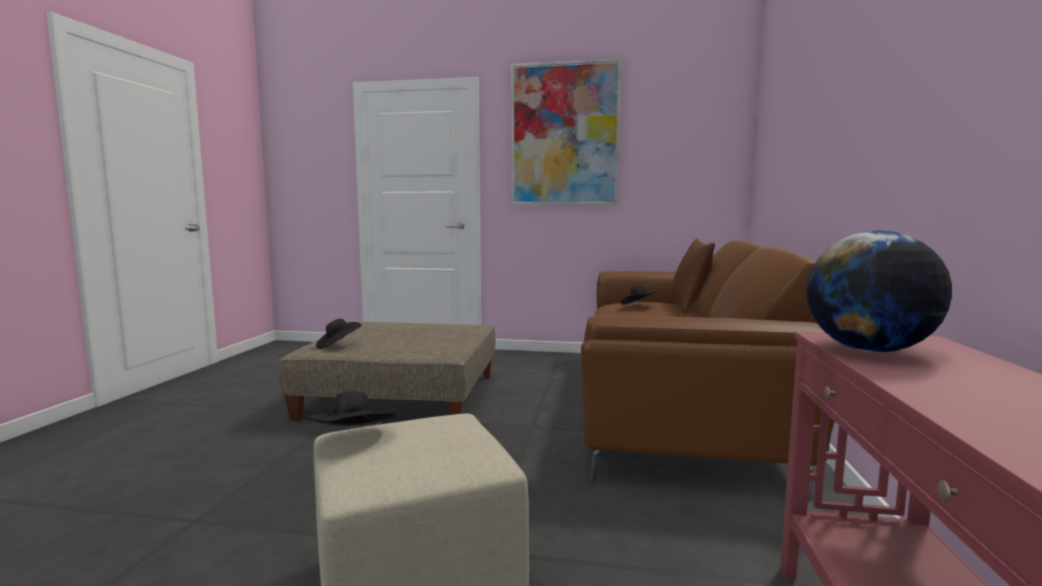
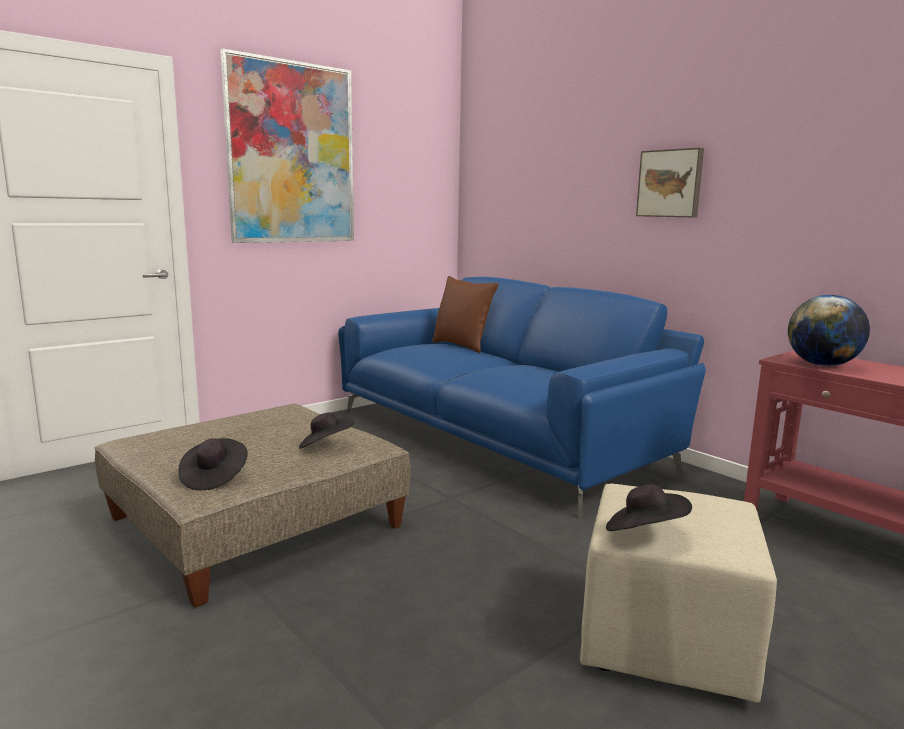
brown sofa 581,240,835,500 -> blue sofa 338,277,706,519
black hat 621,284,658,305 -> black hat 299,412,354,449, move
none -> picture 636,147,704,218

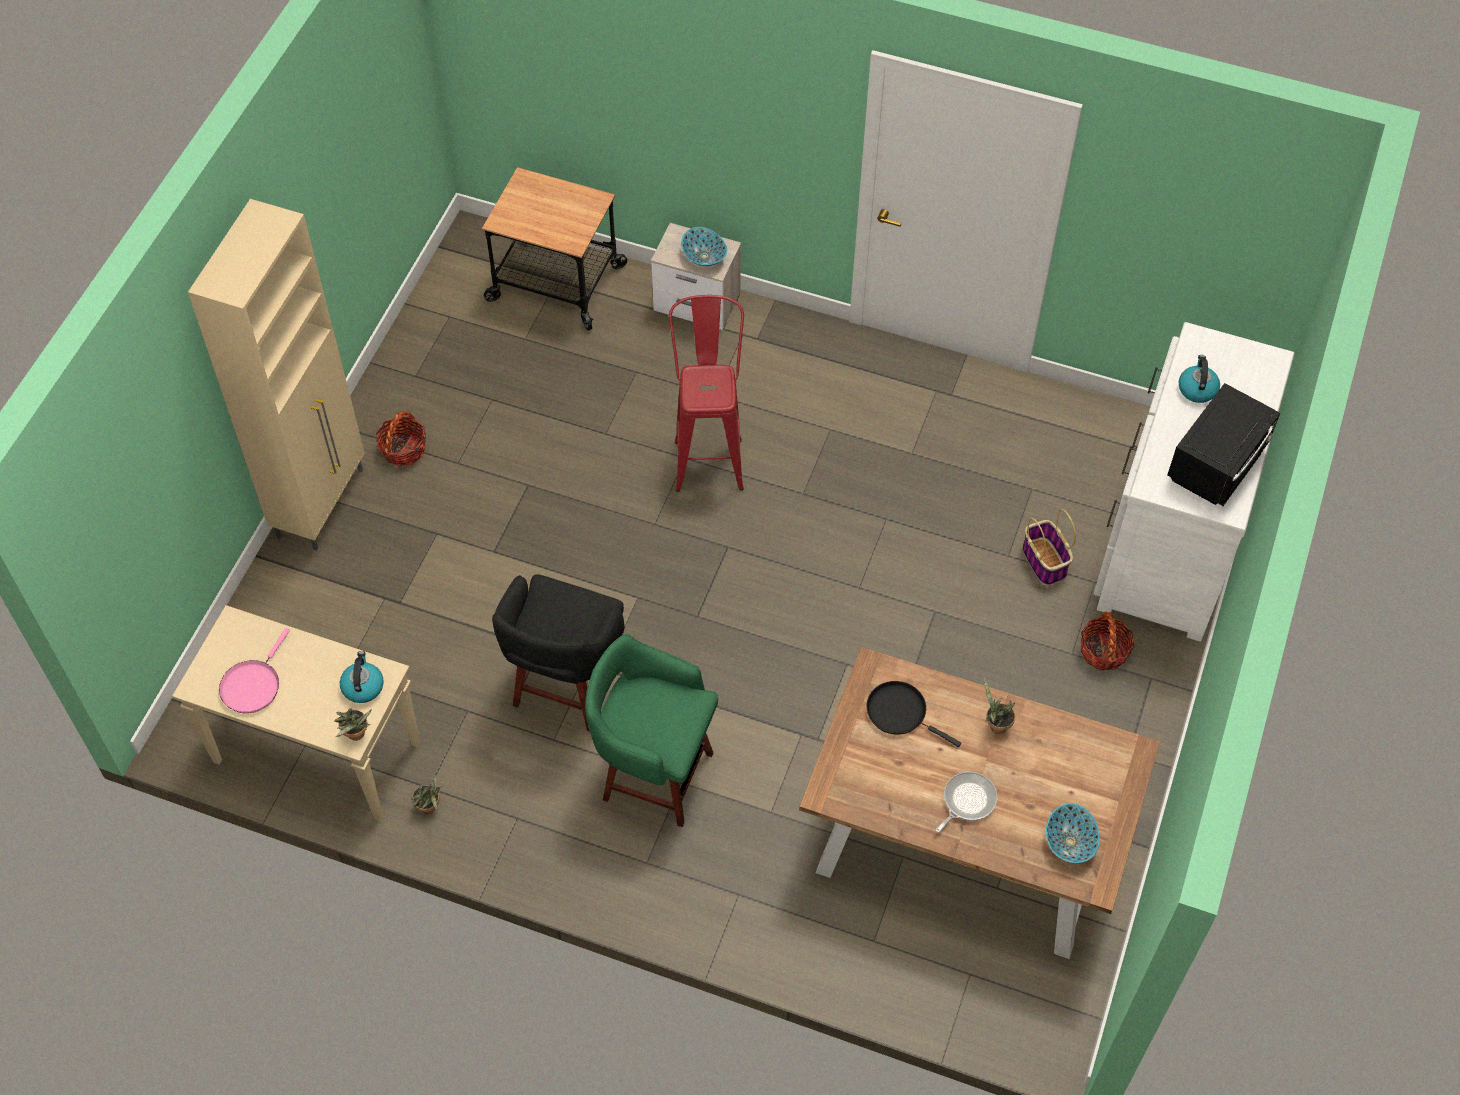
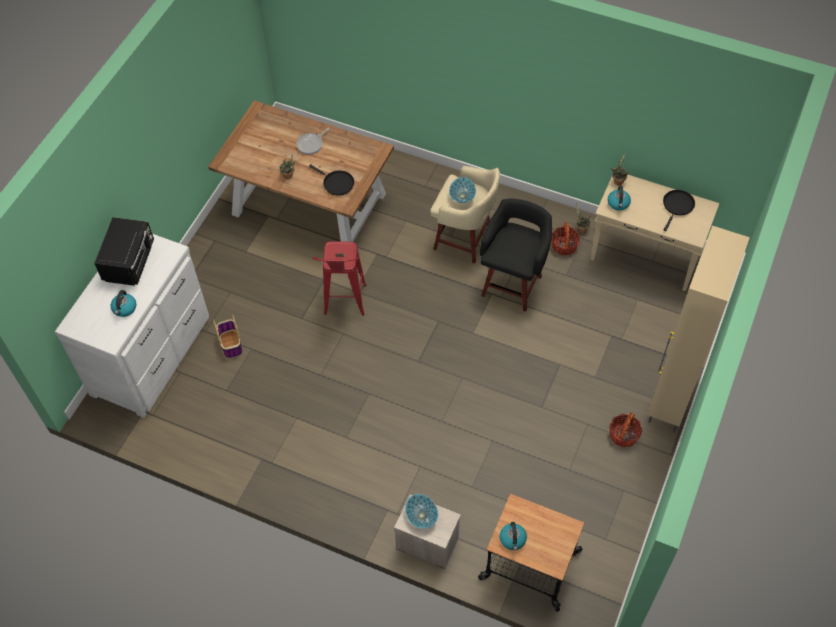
red stool 669,295,744,492 -> red stool 312,241,366,316, move
black microwave 1167,383,1280,506 -> black microwave 94,217,154,286, 150 degrees clockwise
basket 1081,611,1134,670 -> basket 551,222,580,255, move
pink frying pan 219,628,290,713 -> black frying pan 663,190,695,231
green stool 585,634,718,827 -> beige stool 430,166,500,264
bowl 1046,803,1100,863 -> bowl 449,177,476,203, move
none -> kettle 500,522,527,550

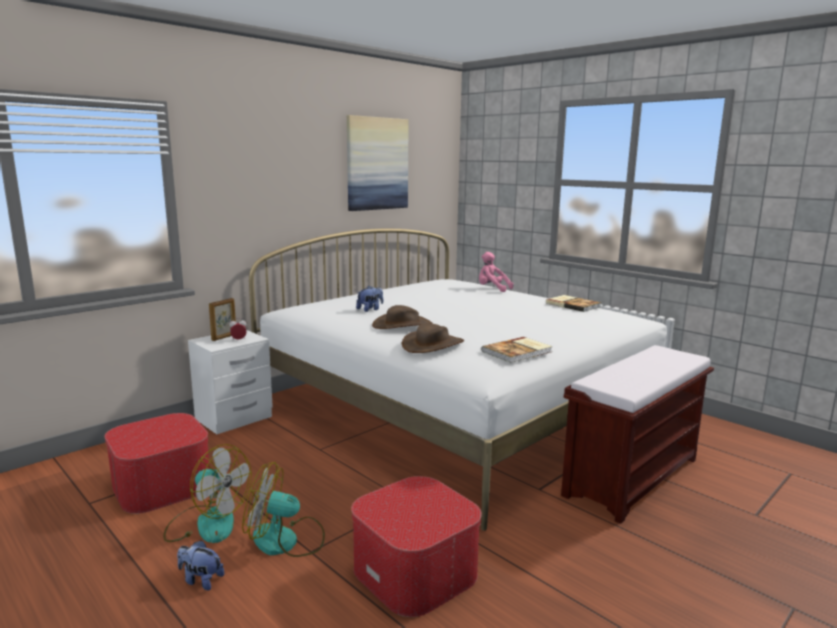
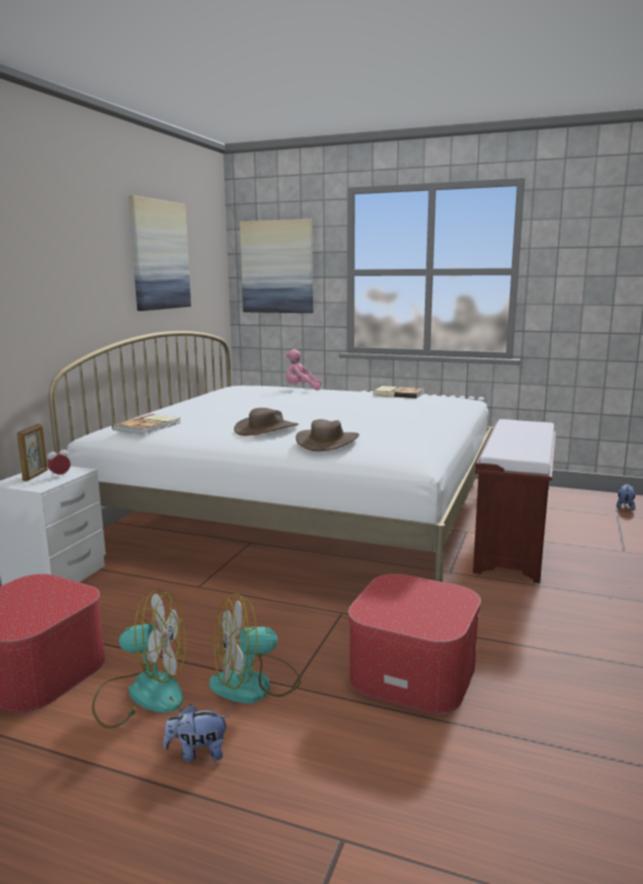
plush toy 356,286,383,312 -> plush toy 616,484,635,511, move
book 481,337,553,363 -> book 112,414,181,435, move
none -> picture 240,219,313,313

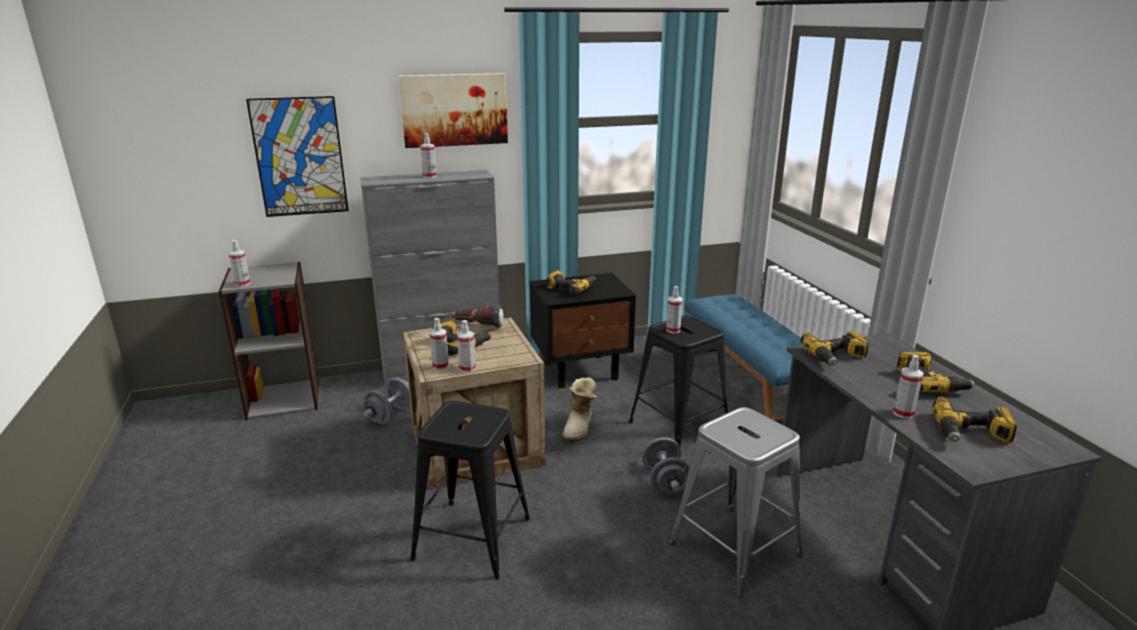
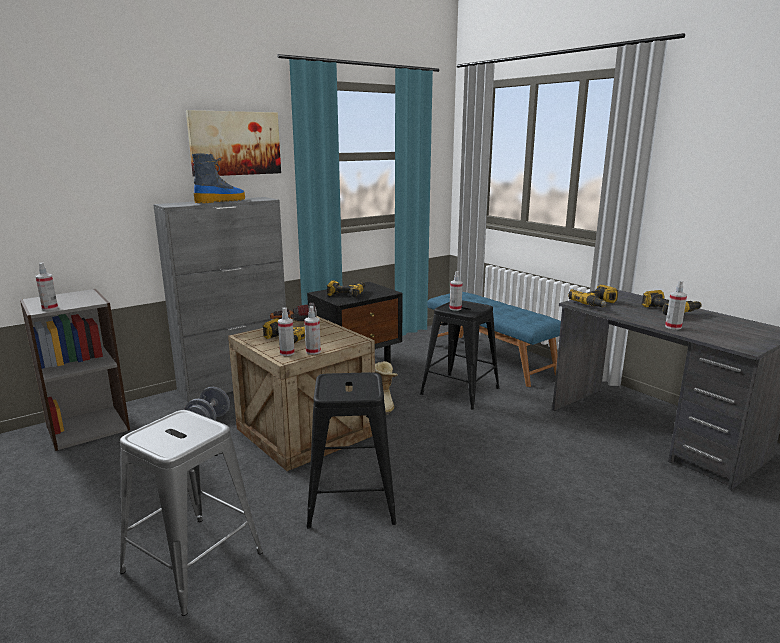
picture 246,96,349,217 -> none
spray bottle 421,133,437,178 -> boot 192,153,245,203
power drill 932,397,1017,443 -> none
grey stool 670,407,802,598 -> grey stool 120,410,263,616, move
grey dumbbell 642,437,689,494 -> none

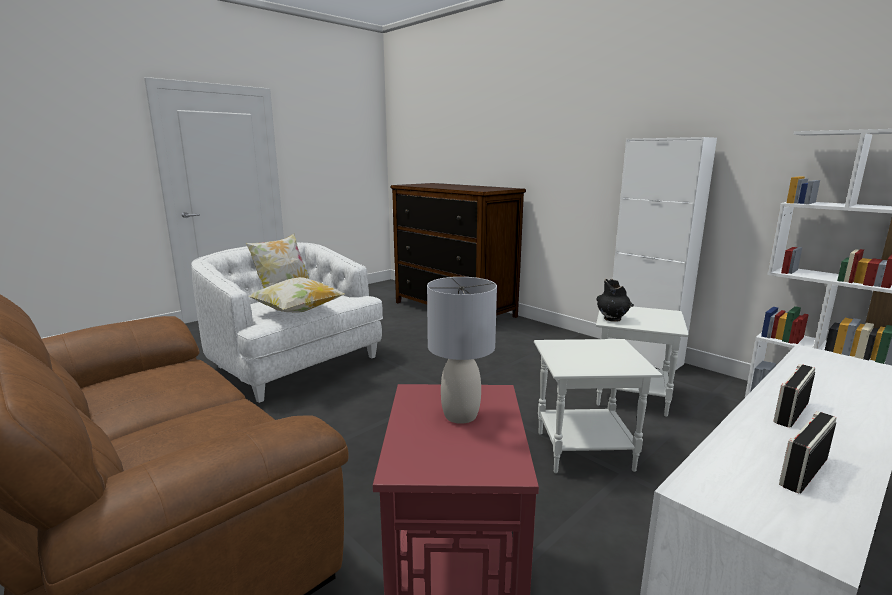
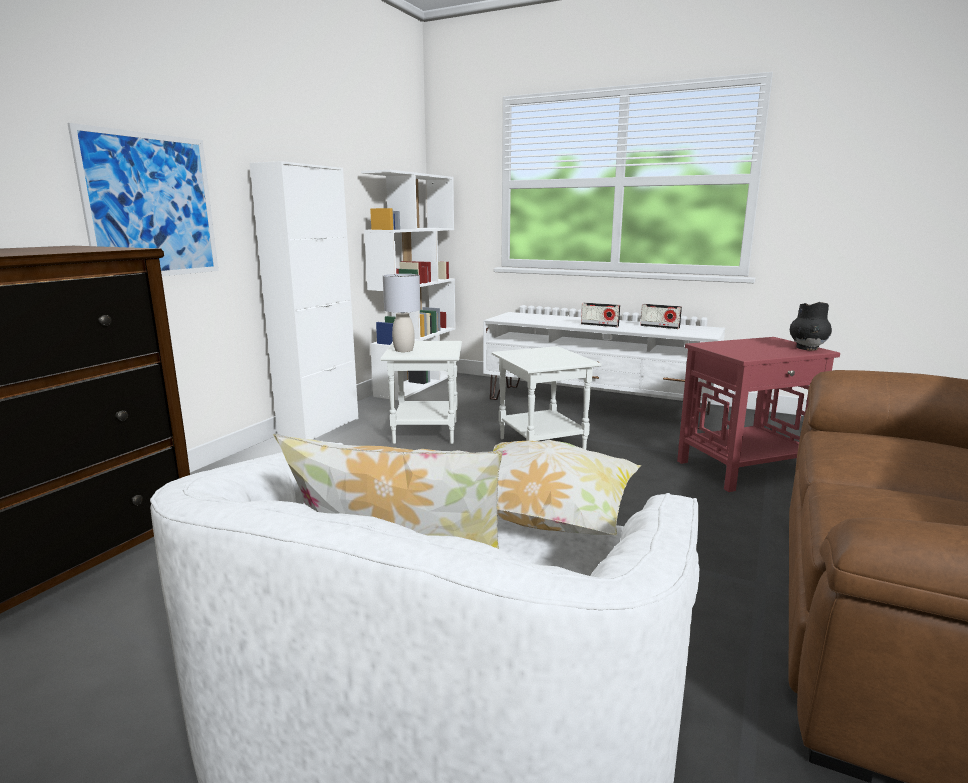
grey table lamp 427,277,497,424 -> grey table lamp 383,274,421,352, move
black vase 596,278,634,322 -> black vase 790,302,832,351, move
none -> picture 67,123,218,276

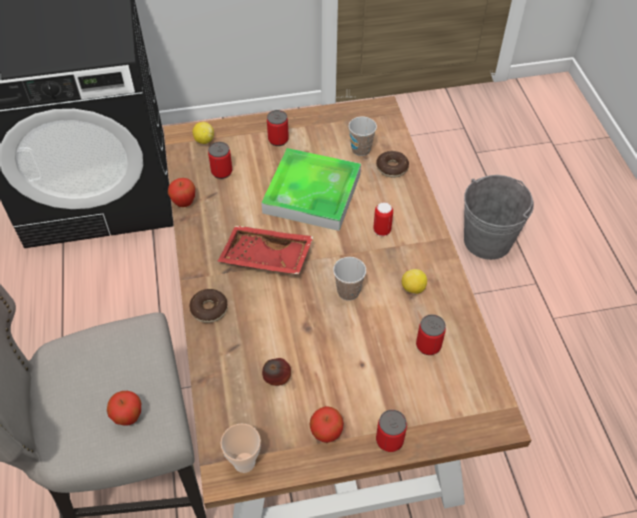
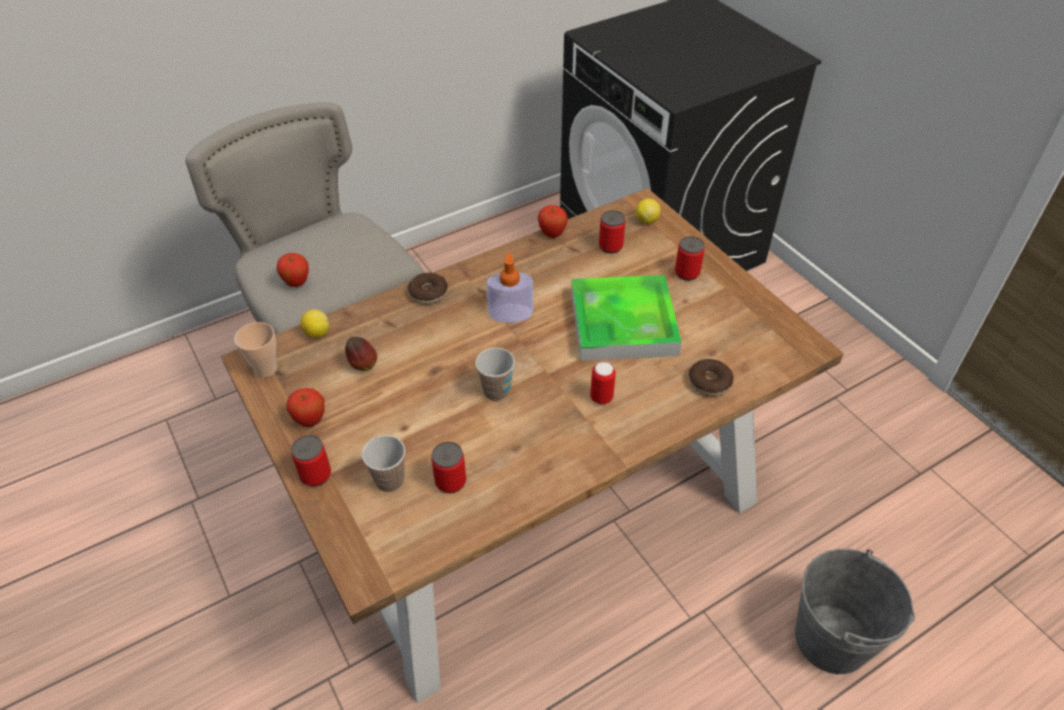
cup 349,117,377,156 -> cup 362,435,405,492, move
red tray 218,226,314,275 -> soap dispenser 487,253,533,323
lemon 402,269,427,294 -> lemon 301,309,330,338, move

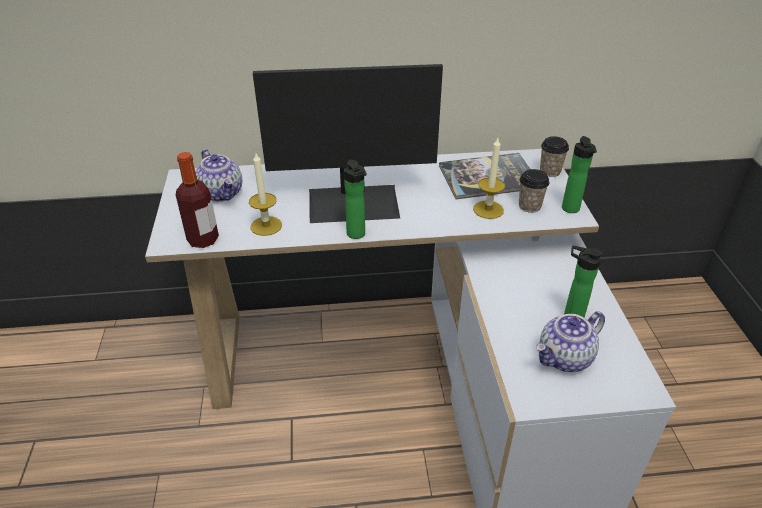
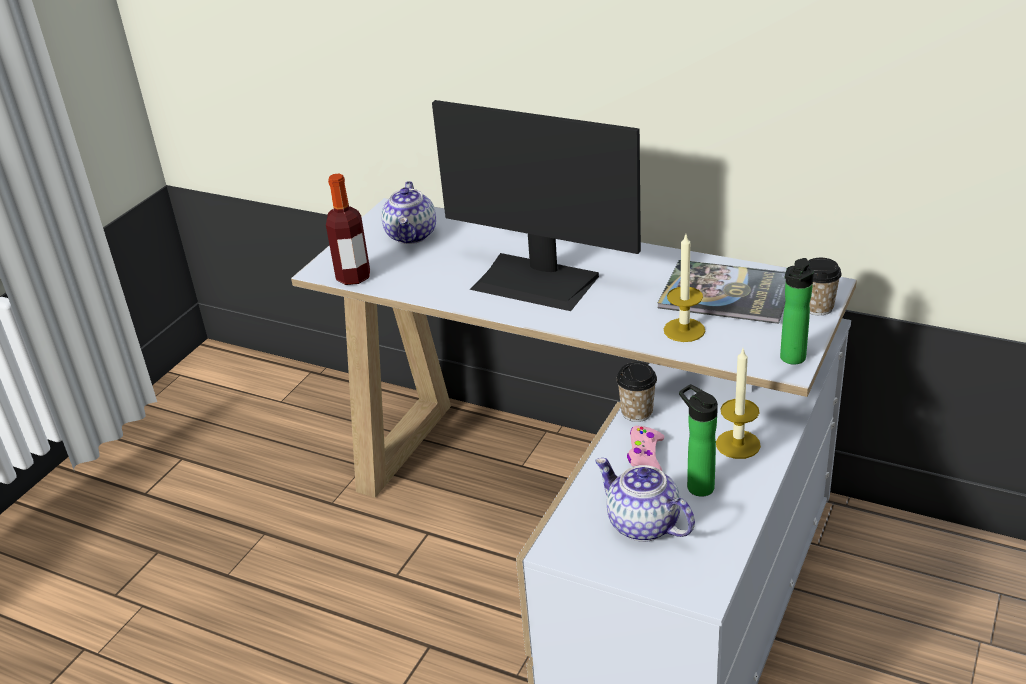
candle 249,153,282,236 -> candle 716,349,761,459, move
bottle 344,159,367,239 -> none
cup 519,169,549,213 -> cup 616,362,657,422, move
teapot 536,311,605,372 -> teapot 595,458,695,542, 45 degrees clockwise
none -> pink game controller 627,426,664,471

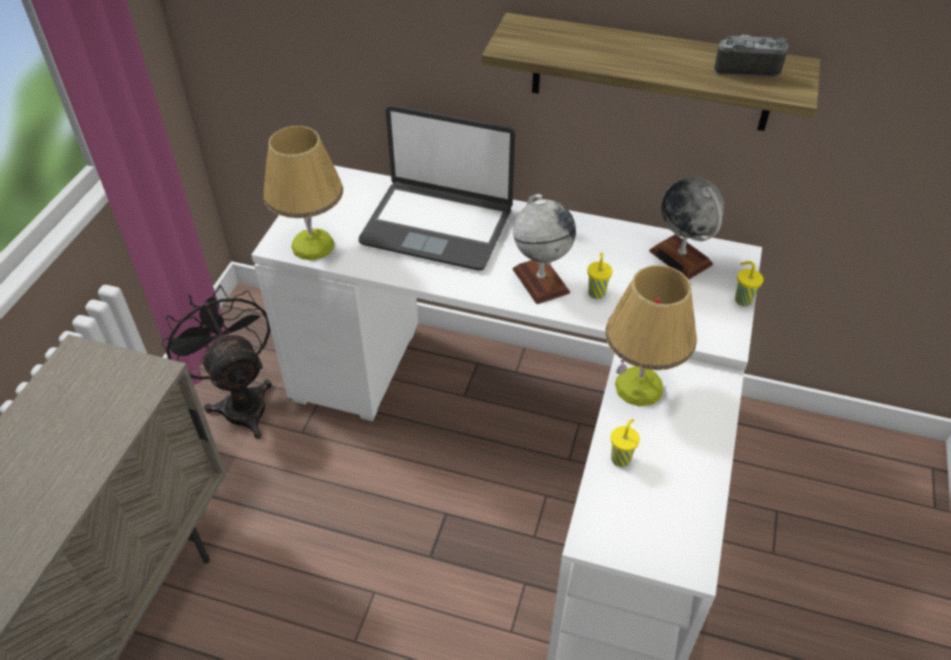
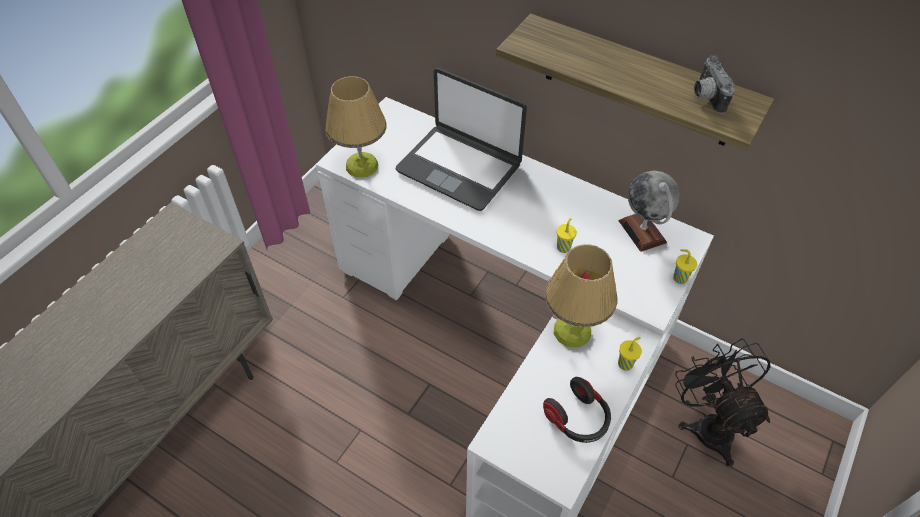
photo camera 714,35,788,78 -> photo camera 694,55,735,114, 120 degrees counterclockwise
globe 512,194,576,304 -> none
black fan 161,285,272,439 -> black fan 675,338,771,467, move
yellow cup 611,419,640,467 -> yellow cup 618,337,642,371, move
none -> headphones 543,377,611,443

